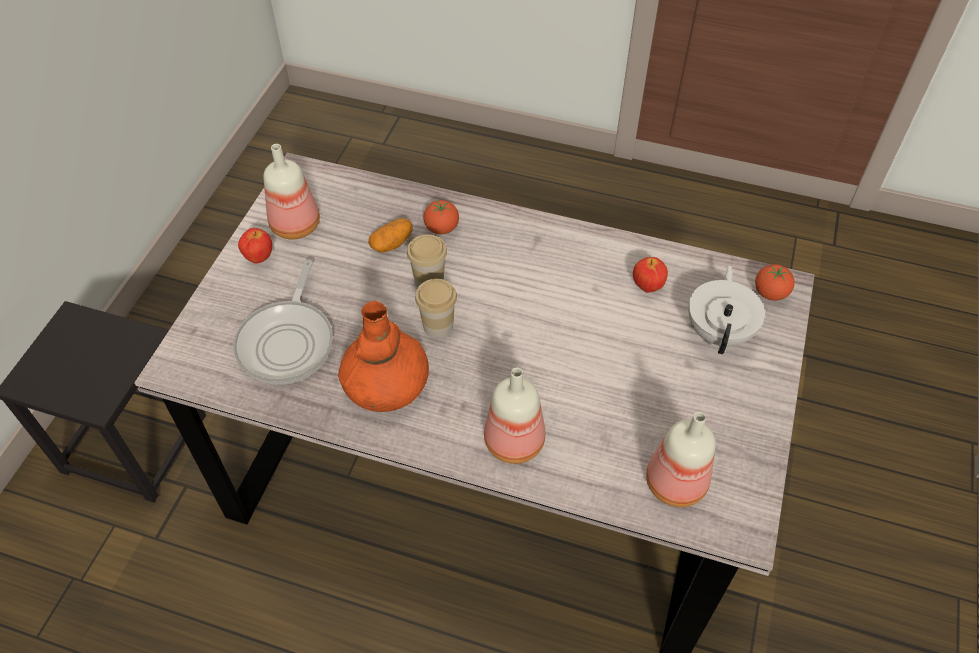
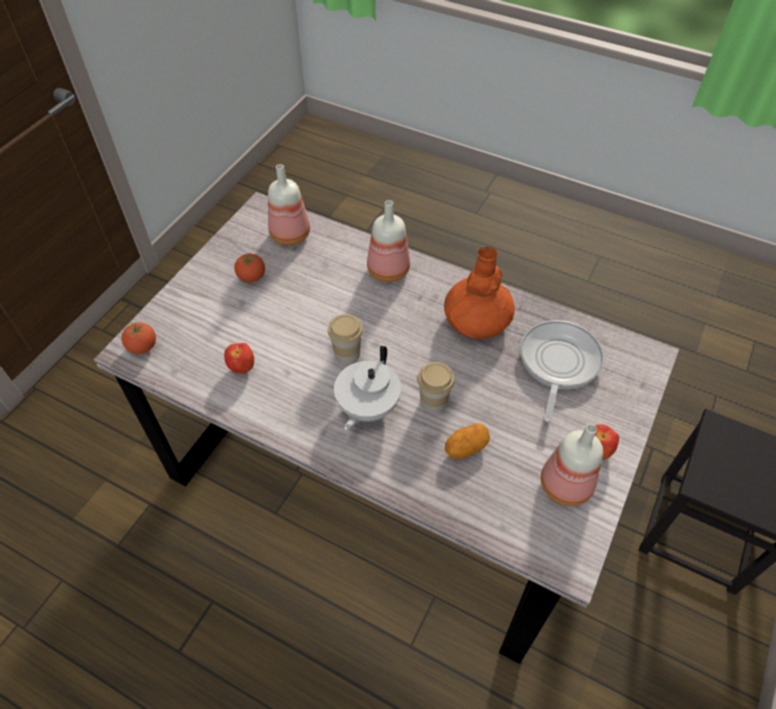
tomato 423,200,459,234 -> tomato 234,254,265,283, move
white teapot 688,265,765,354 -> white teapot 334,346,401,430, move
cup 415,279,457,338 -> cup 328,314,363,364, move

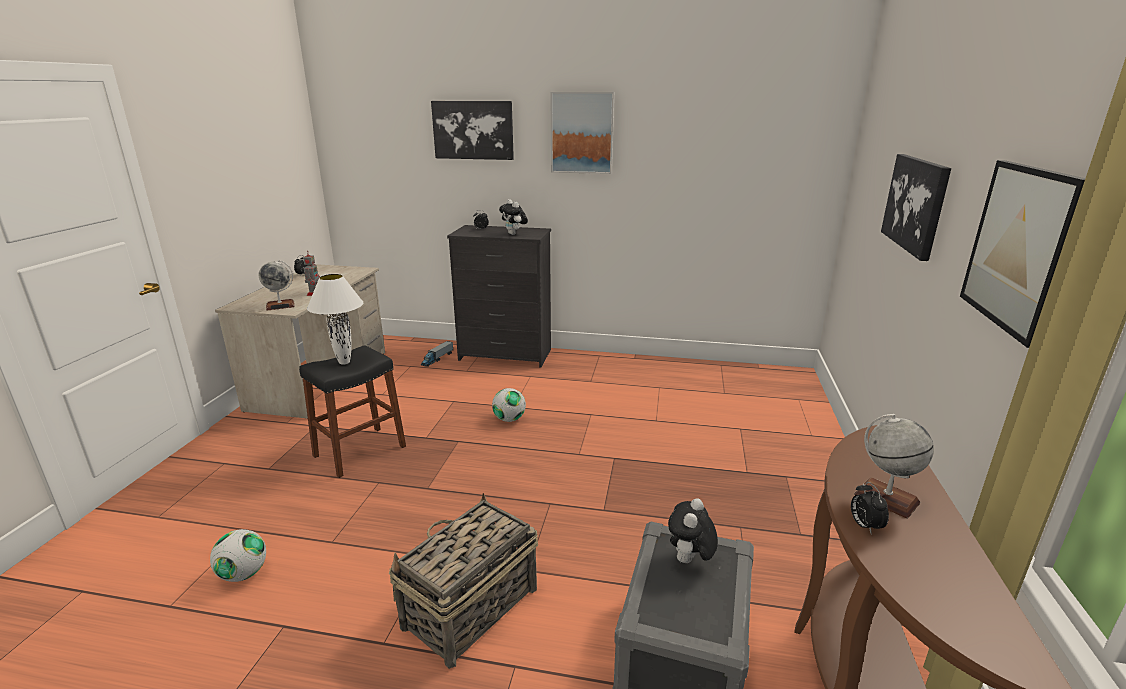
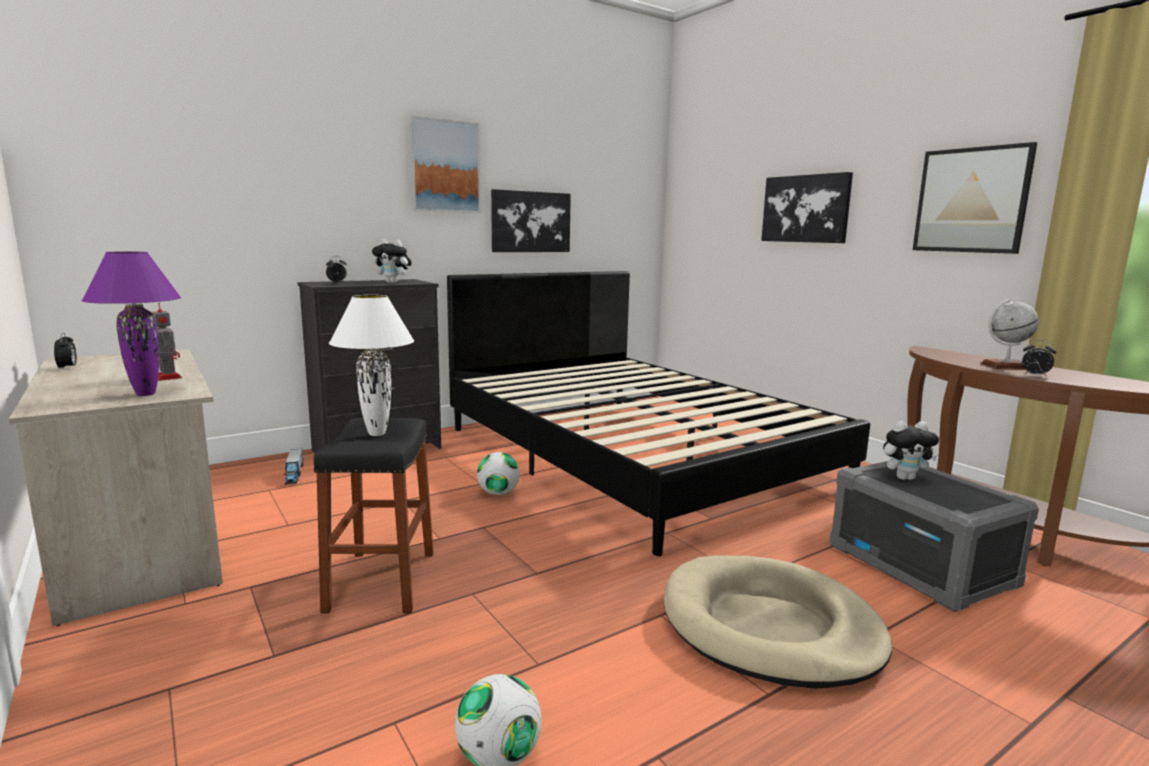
picture 431,101,514,160 -> picture 491,189,571,252, move
globe 259,260,295,311 -> purple table lamp 82,252,182,396
basket 389,493,538,669 -> beige dog bed 664,556,892,688
plush toy 668,498,718,564 -> plush toy 883,421,939,480, 75 degrees counterclockwise
none -> black bed 447,271,870,556

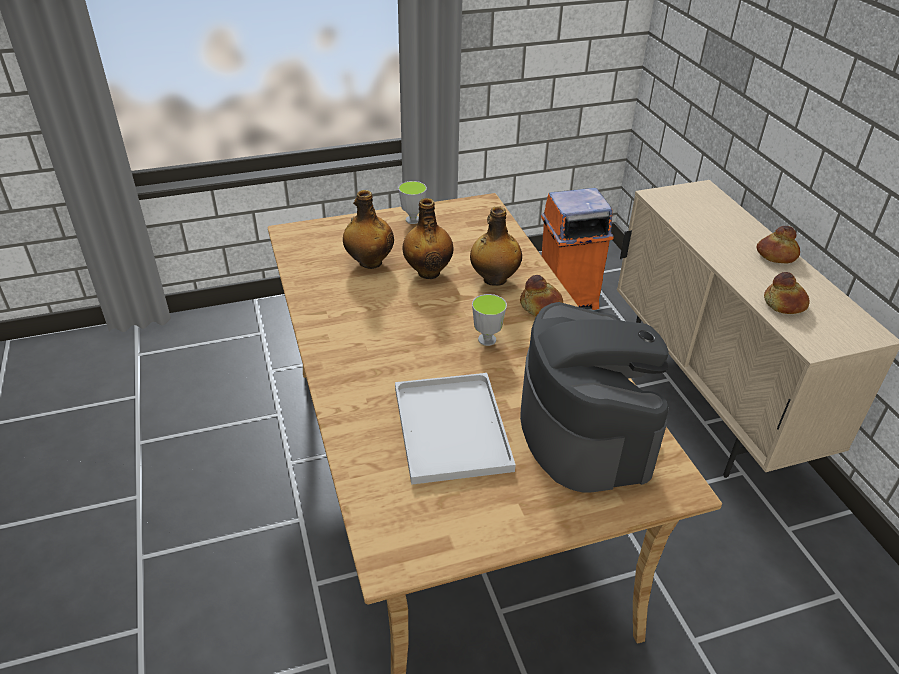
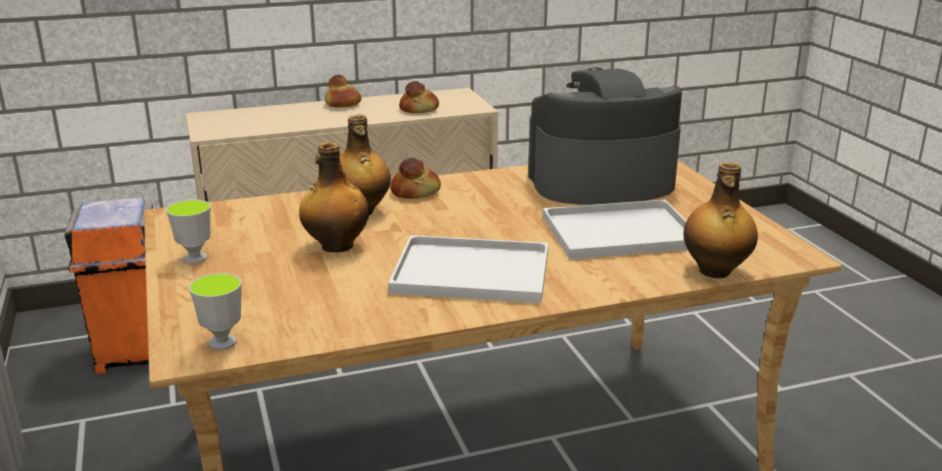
bottle 343,190,394,269 -> bottle 684,162,758,278, move
cup 472,294,507,346 -> cup 189,273,242,350, move
none -> white tray 388,235,549,303

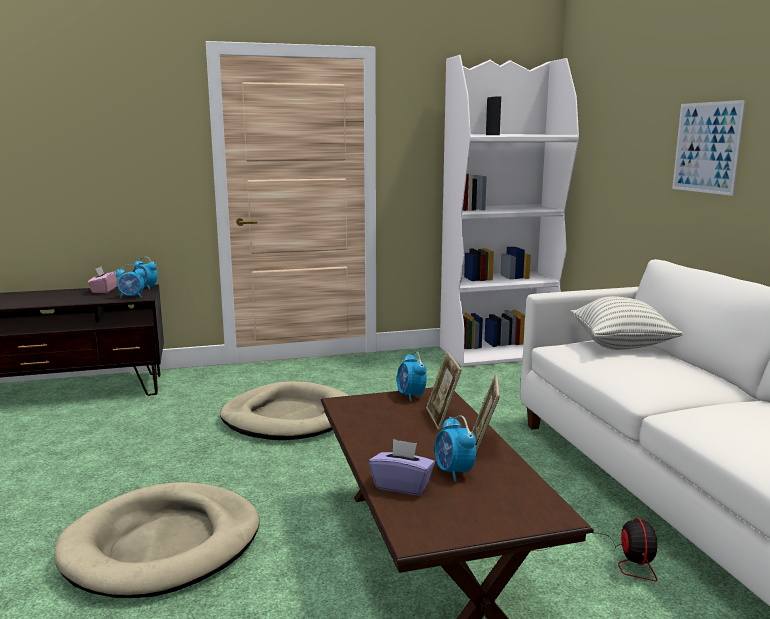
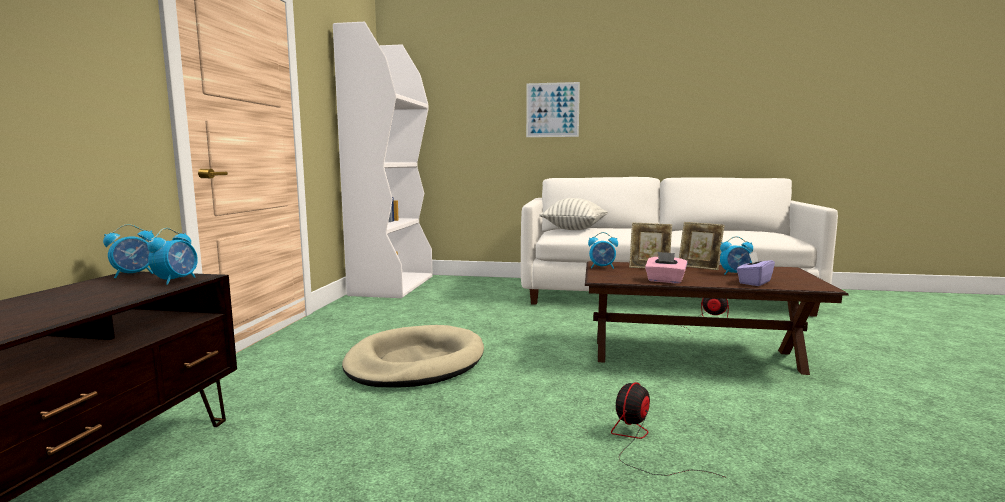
pink tissue box 88,266,117,293 -> pink tissue box 645,252,687,284, move
beige dog bed 55,482,259,598 -> fan 611,382,725,477

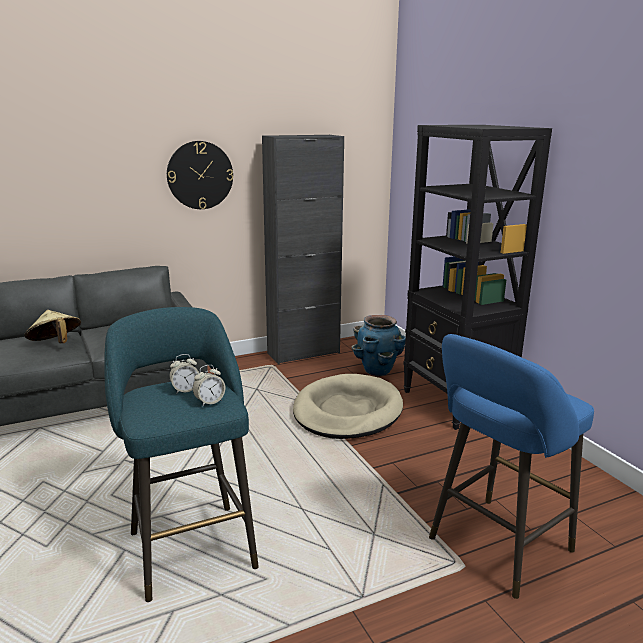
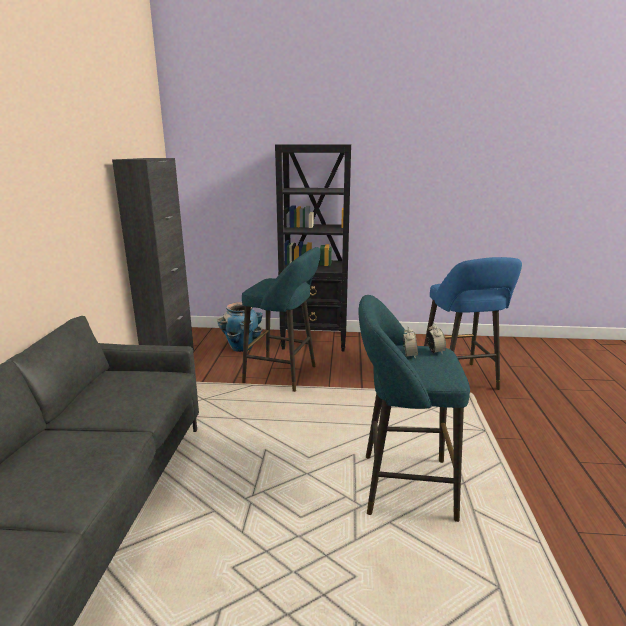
wall clock 167,141,233,209 -> none
beige hat 24,310,81,343 -> none
beige dog bed 293,374,403,439 -> turquoise stool 242,247,321,392

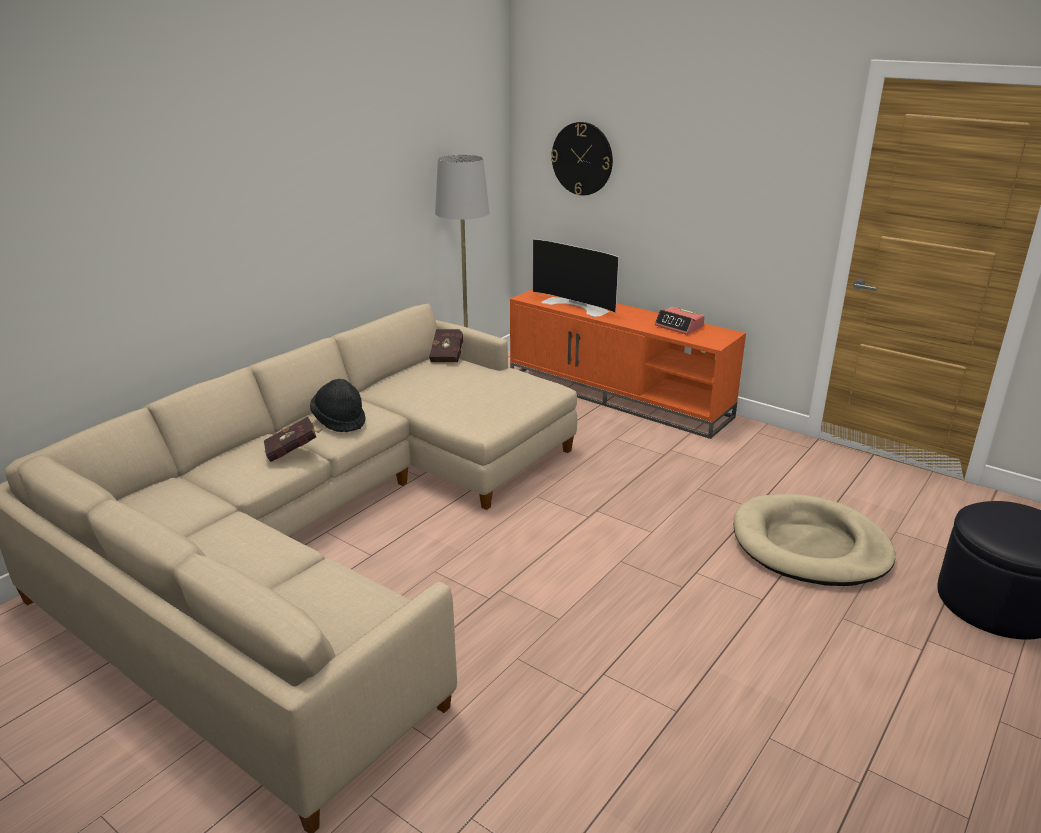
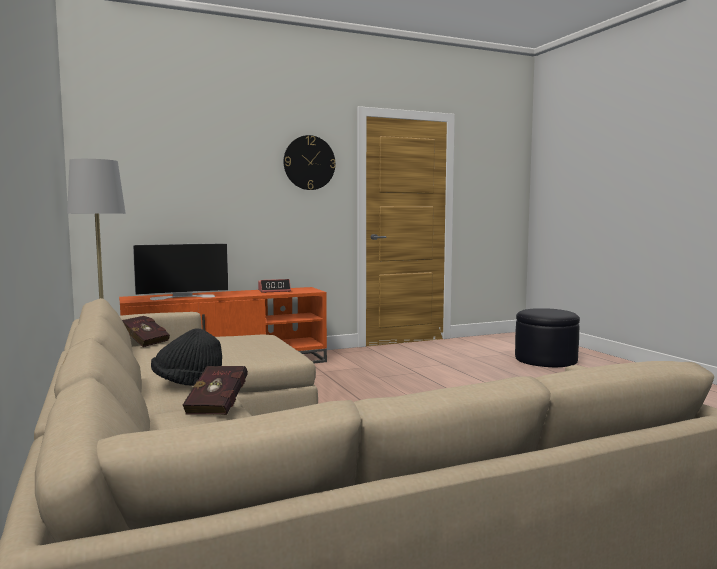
wall clock 551,122,613,195 -> wall clock 284,135,336,190, move
beige dog bed 734,494,895,586 -> none

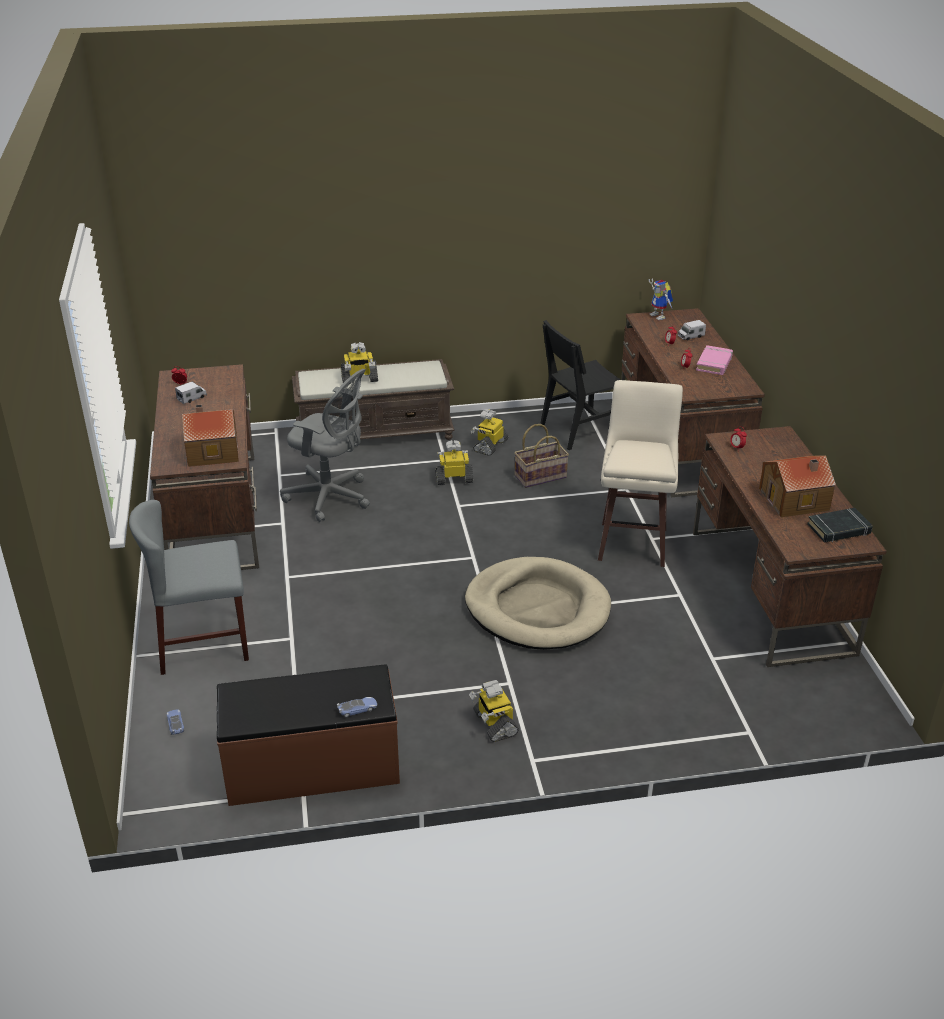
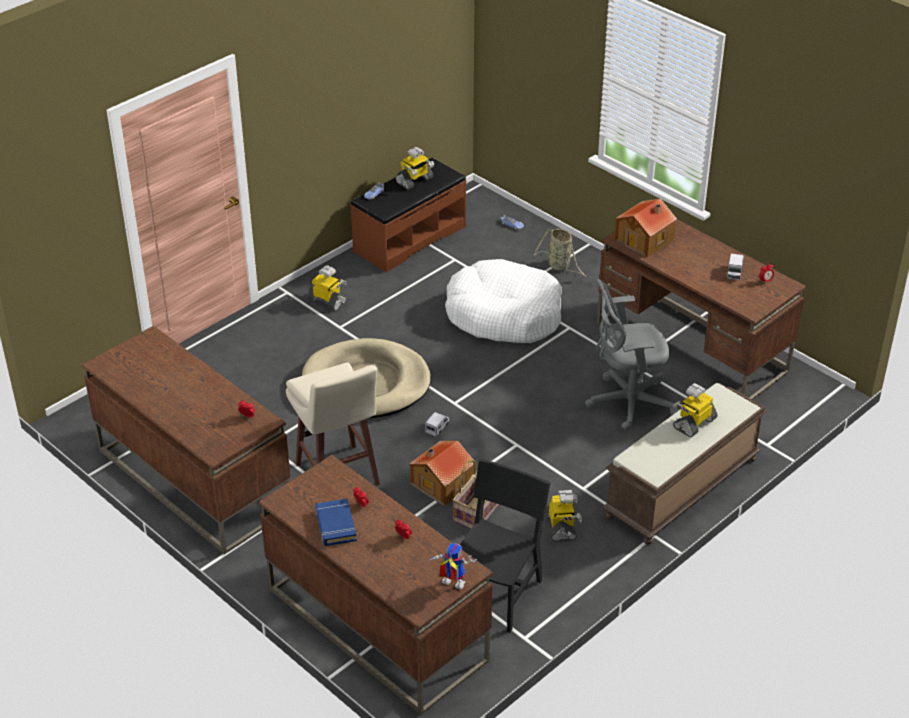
toy truck 678,320,706,340 -> toy truck 425,412,449,437, move
pink book 696,345,733,375 -> blue book 315,499,357,546
toy robot 436,440,473,485 -> toy robot 395,147,434,189, move
toy house 759,455,836,517 -> toy house 409,441,474,506, move
grey chair 129,500,249,675 -> basket 533,228,587,277
black book 807,508,873,543 -> none
none -> white dog bed 445,259,562,343

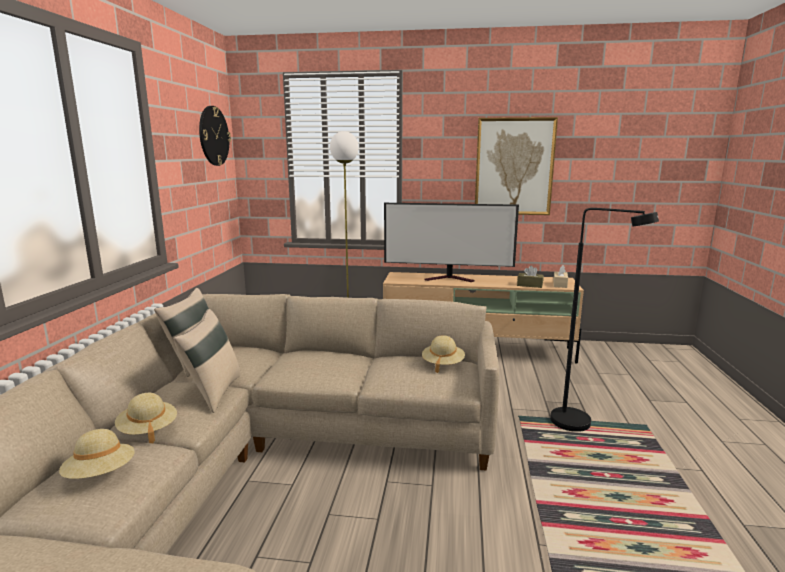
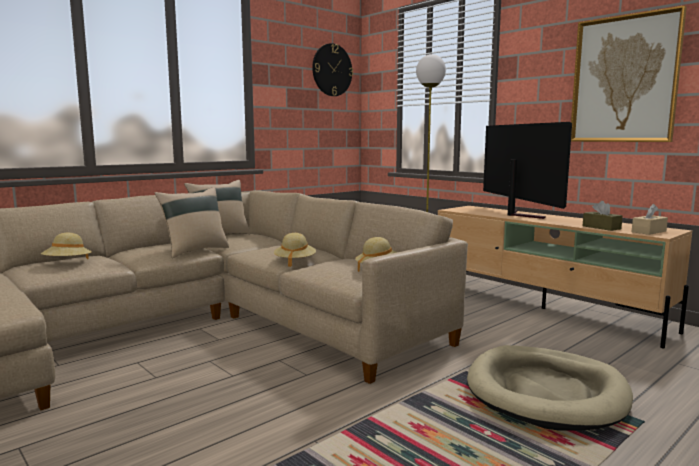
television 384,203,519,282 -> television 483,122,572,219, 150 degrees counterclockwise
black floor lamp 550,208,659,432 -> beige dog bed 467,345,633,430
beige hat 115,393,177,443 -> beige hat 274,233,316,267, move

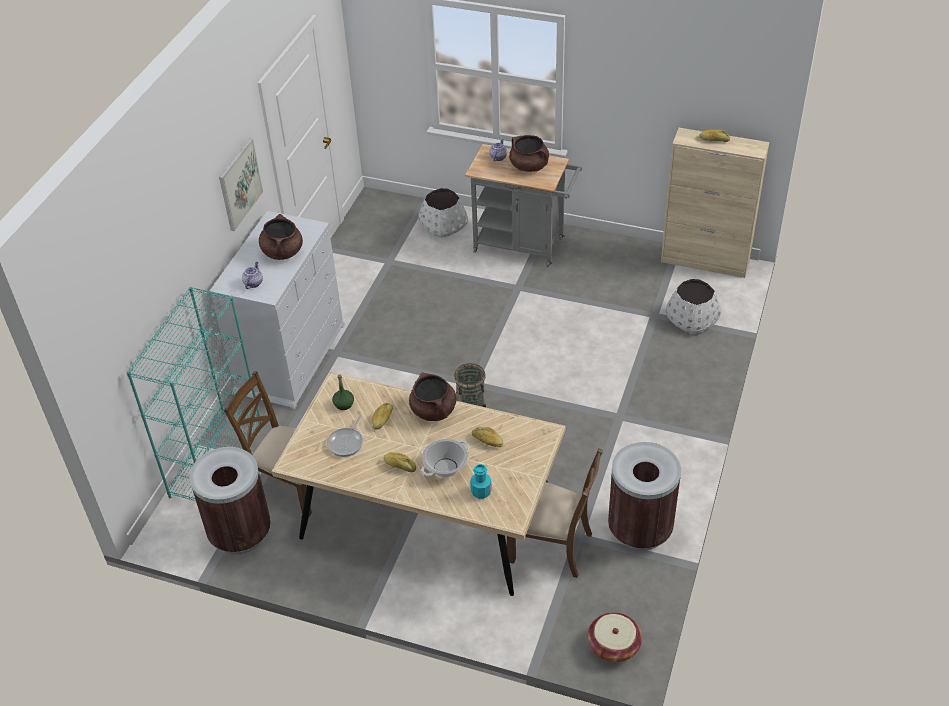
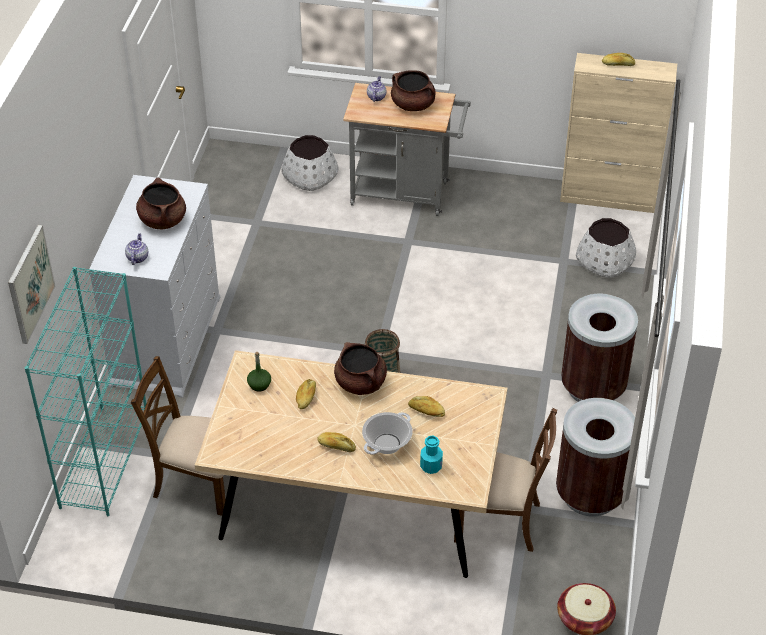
picture 219,139,263,231 -> picture 8,225,55,344, move
frying pan 327,415,363,457 -> none
brown trash can 189,447,271,554 -> brown trash can 561,294,638,402, move

